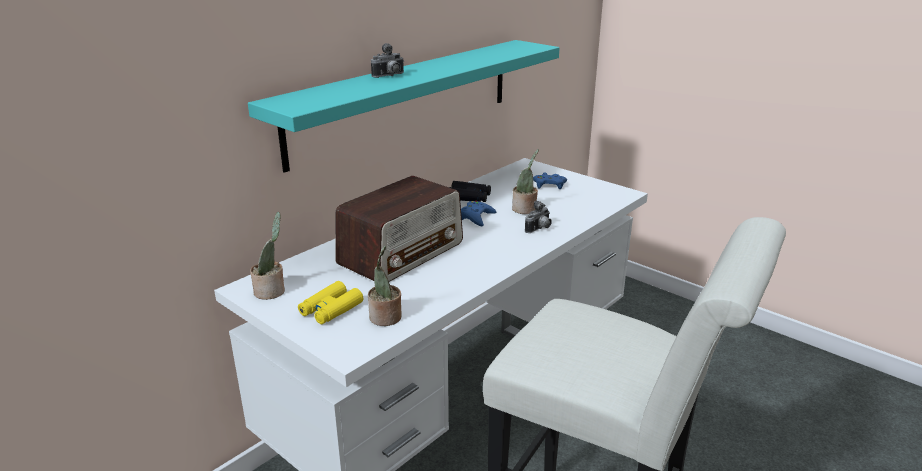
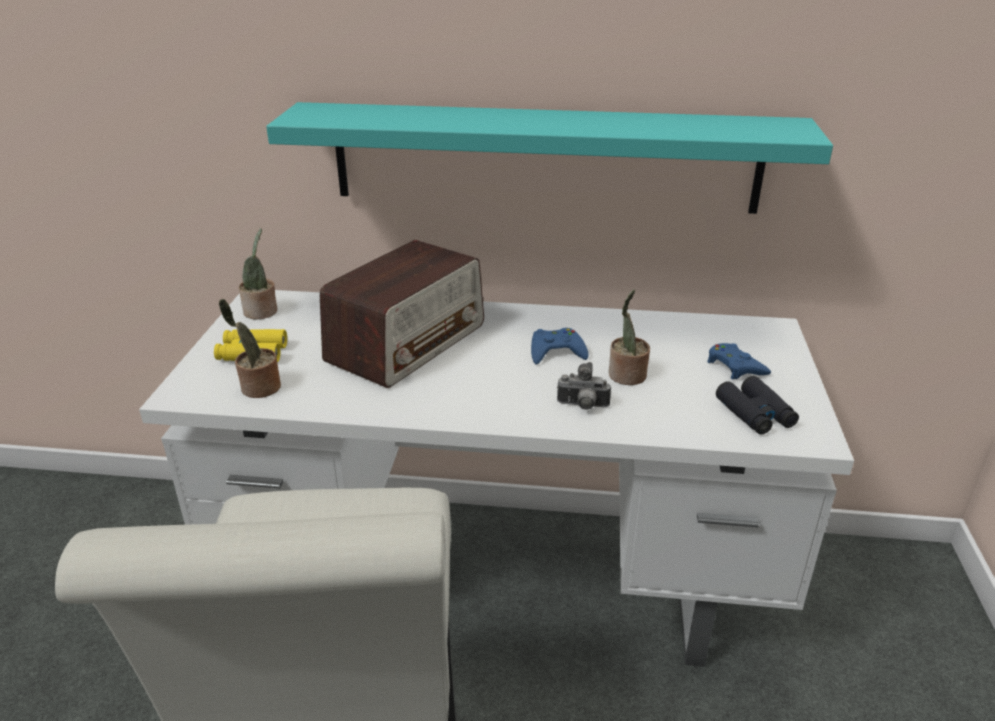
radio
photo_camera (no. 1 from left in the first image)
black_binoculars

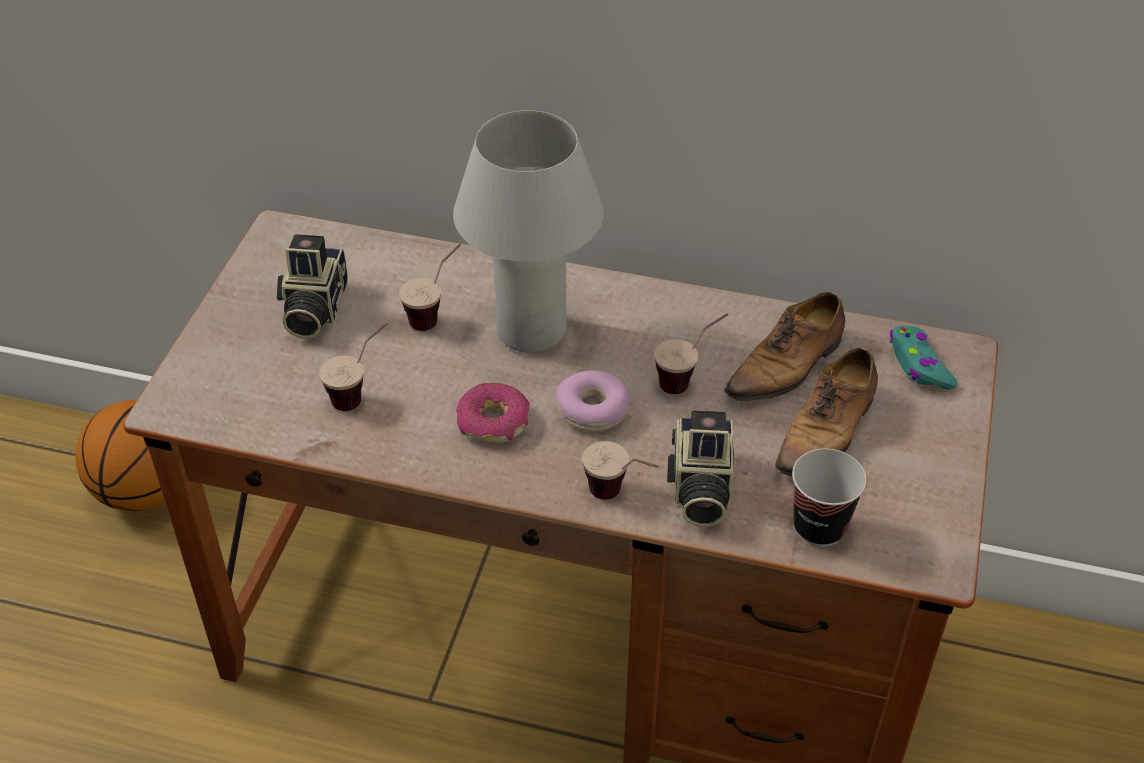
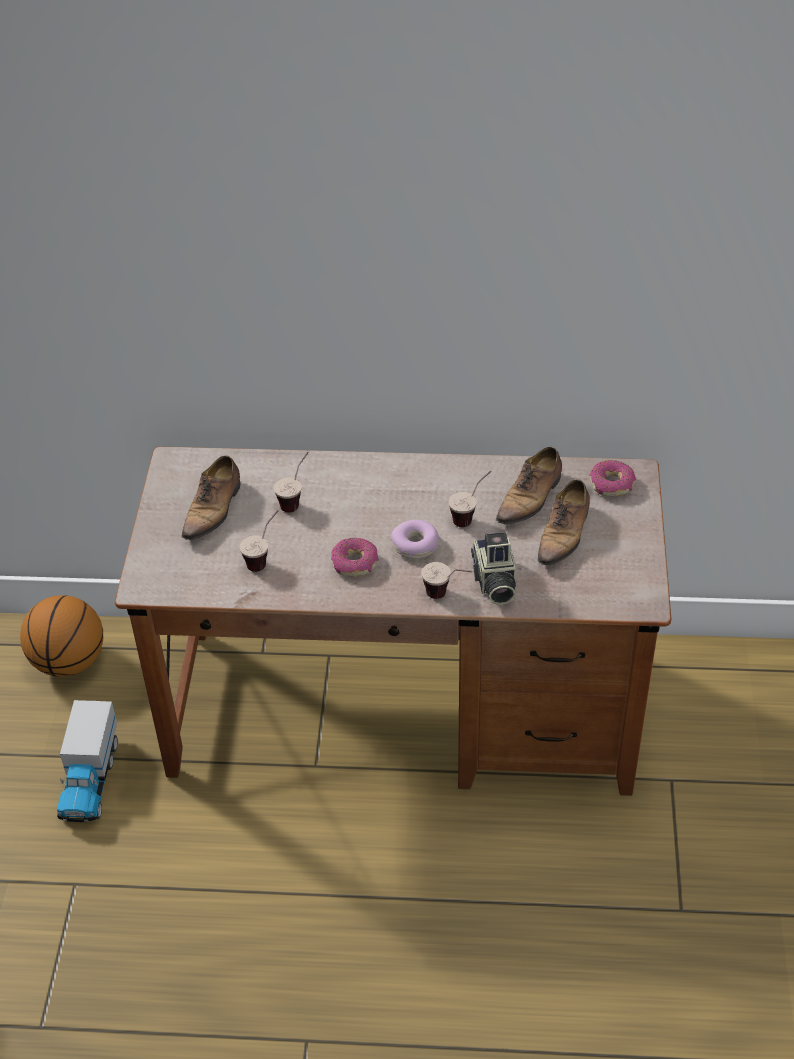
shoe (no. 1 from left)
white_table_lamp
cup (no. 5 from left in the first image)
donut (no. 3 from left)
toy_truck

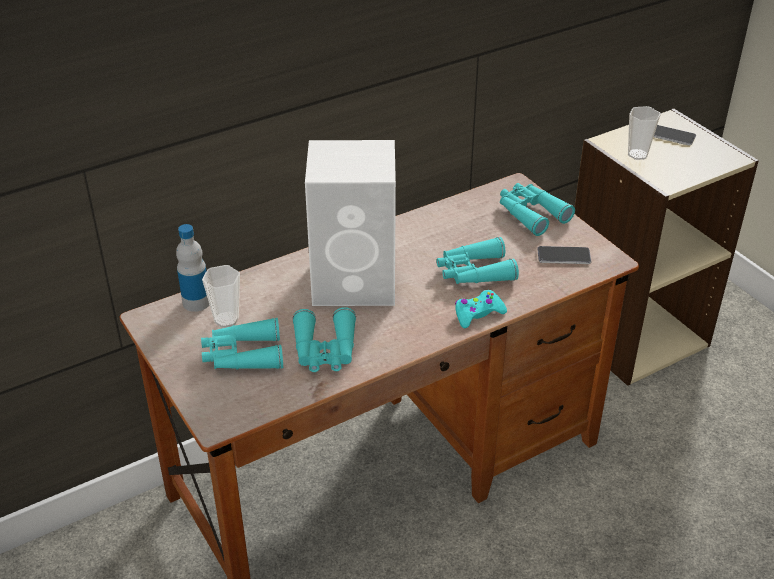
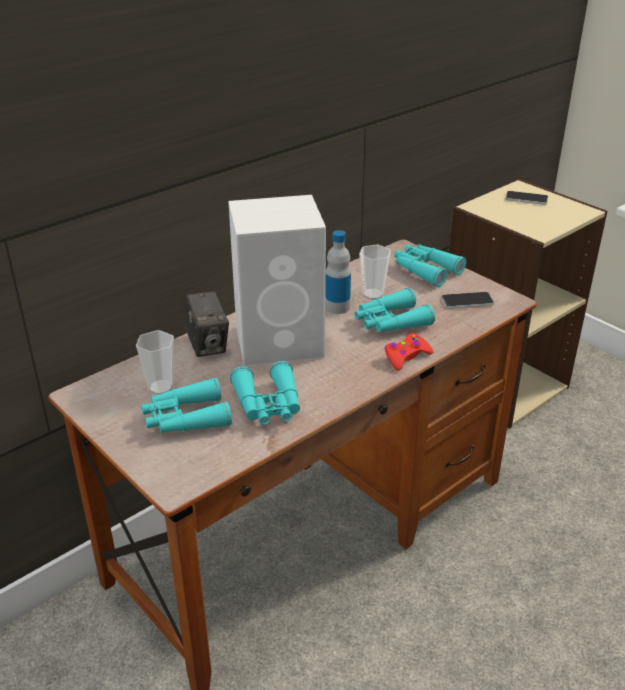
bottle
red_game_controller
cup (no. 2 from left)
photo_camera

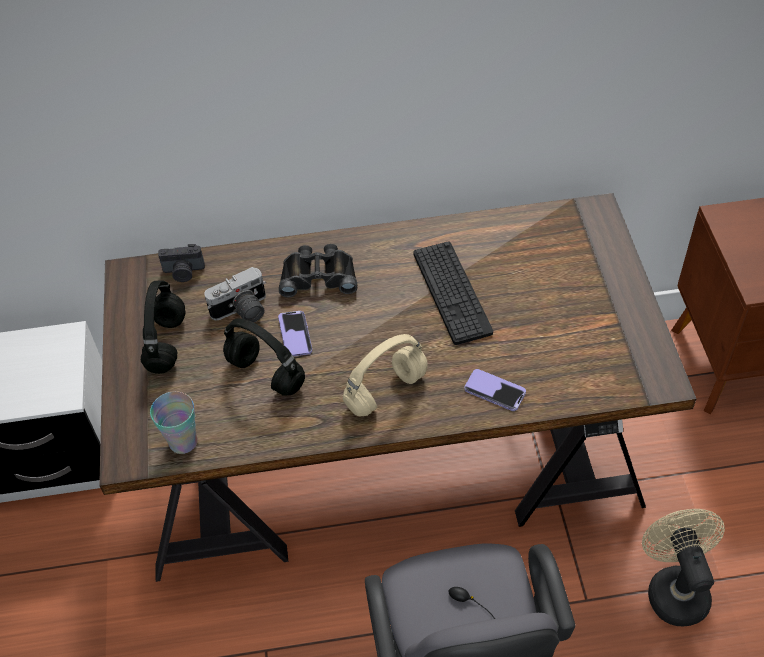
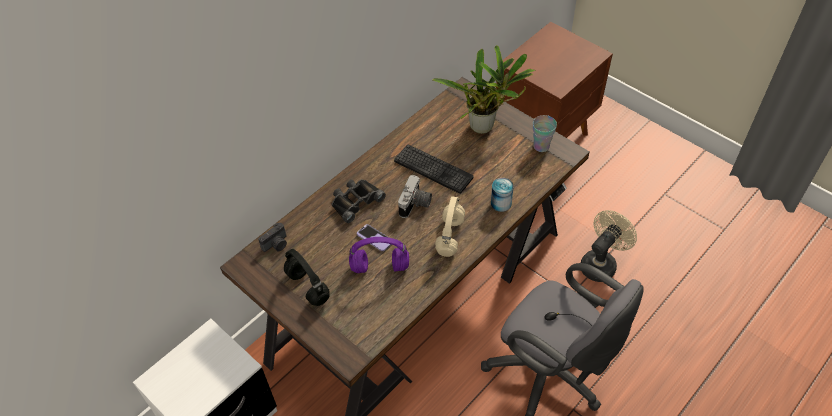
cup
photo_camera (no. 2 from left)
purple_headphones
can
beige_fan
potted_plant

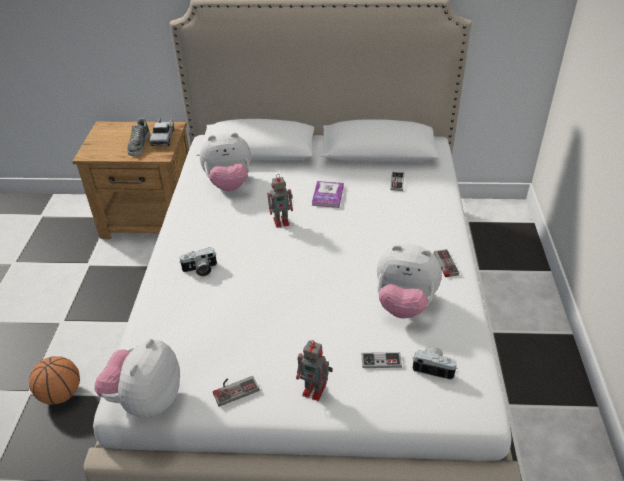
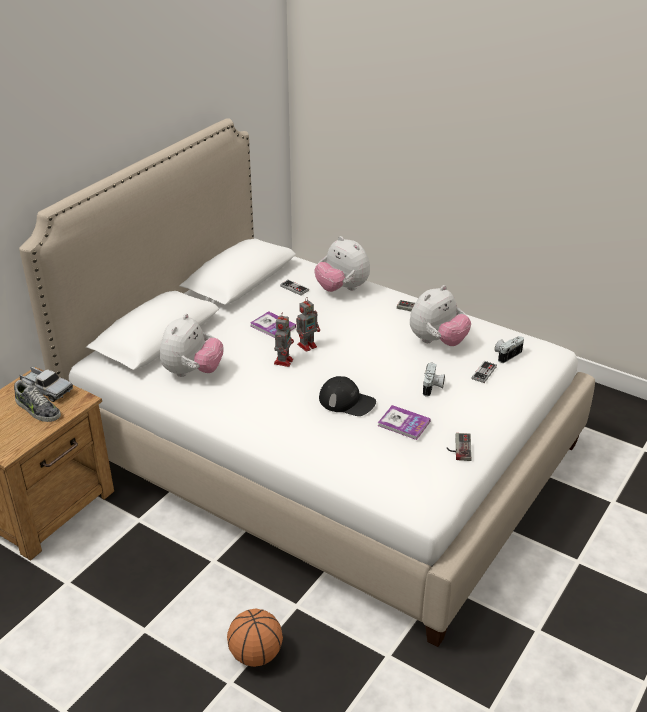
plush_toy (no. 2 from left)
photo_camera (no. 1 from left)
toy_robot (no. 2 from left)
black_cap
book (no. 2 from left)

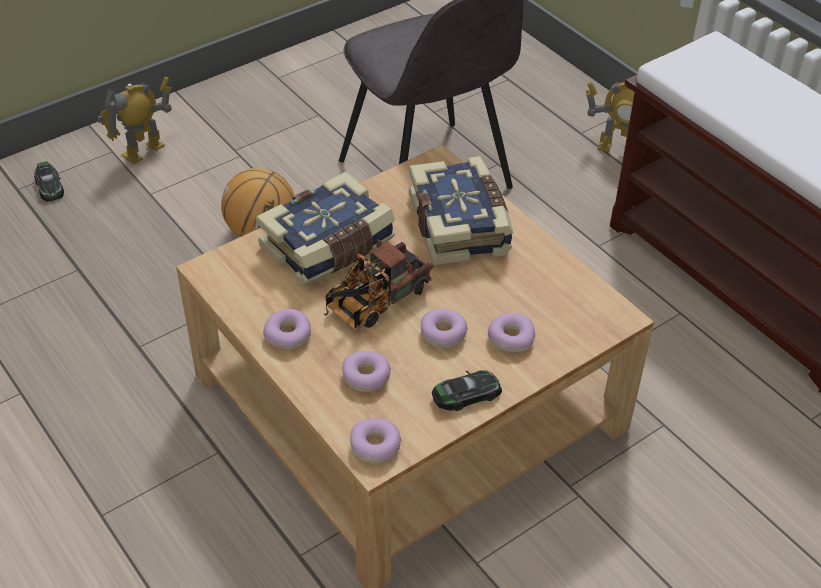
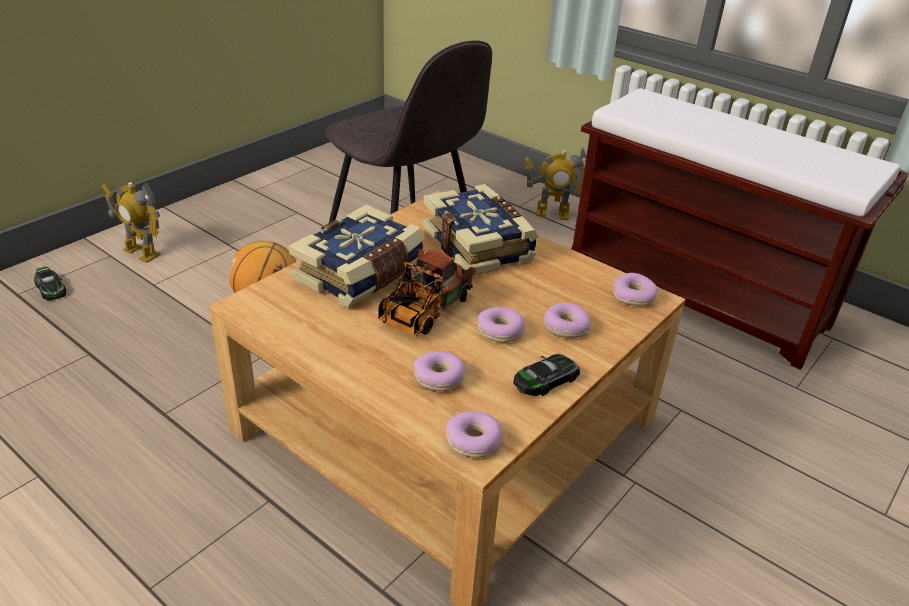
toy_robot (no. 1 from left)
donut (no. 5 from left)

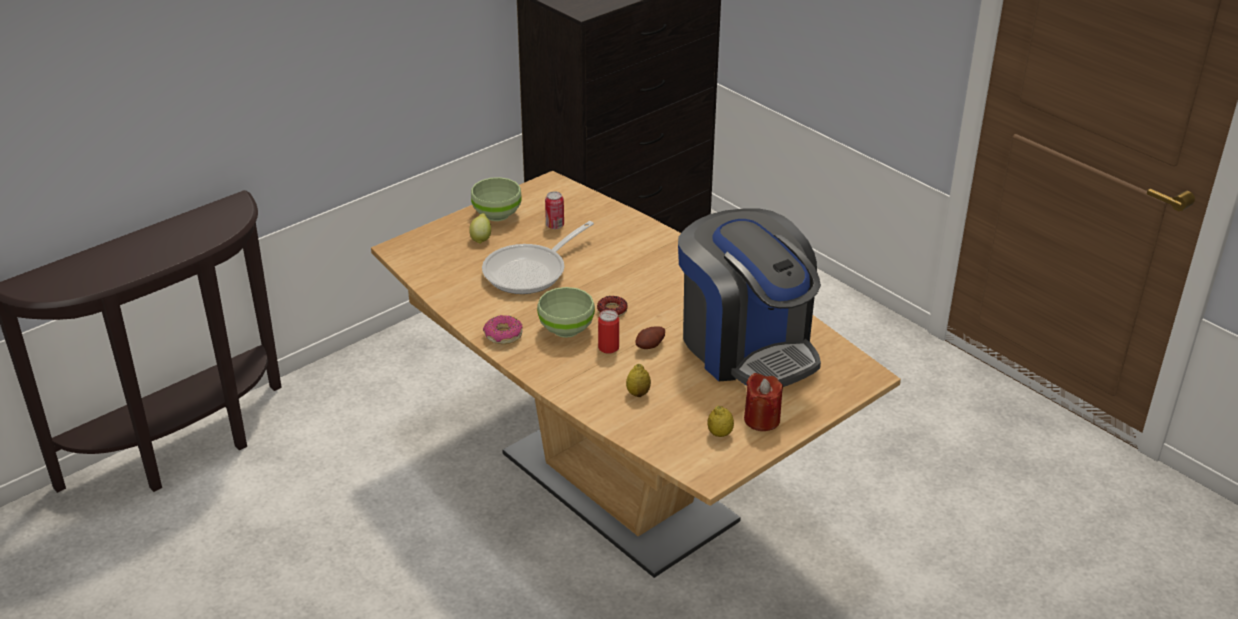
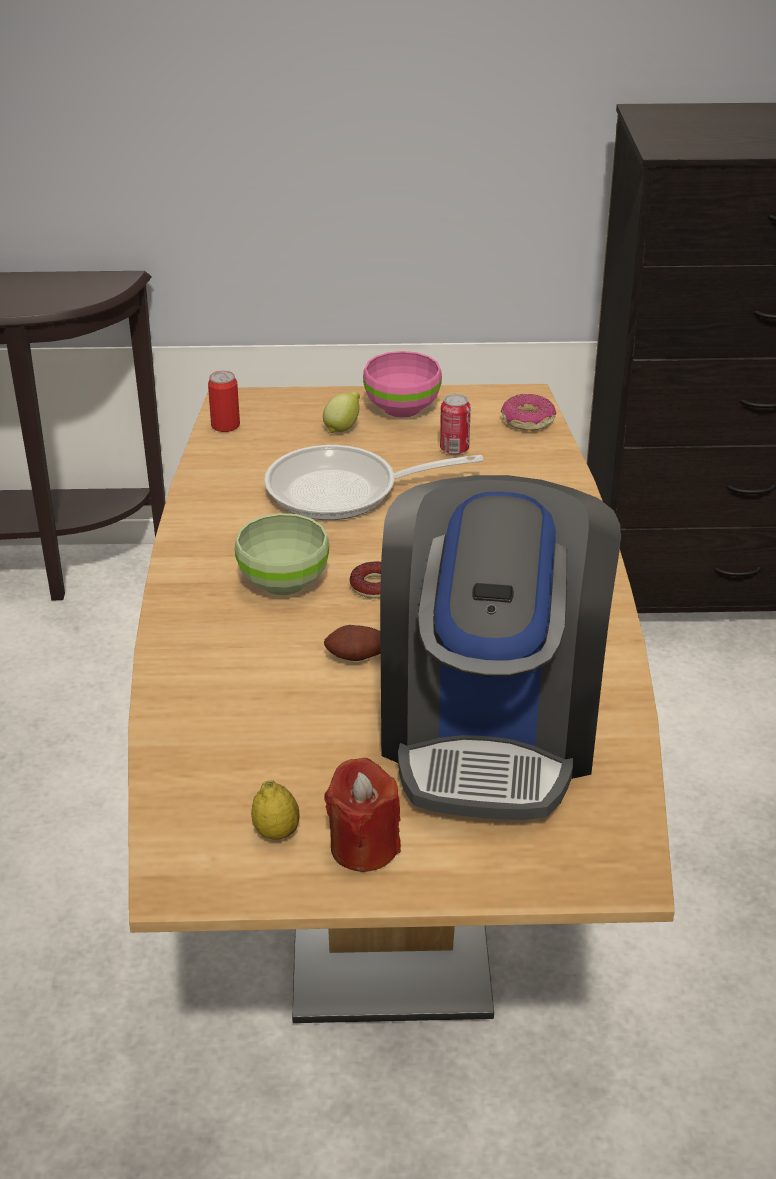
pink_bowl
donut (no. 2 from left)
can (no. 1 from left)
lemon (no. 2 from left in the first image)

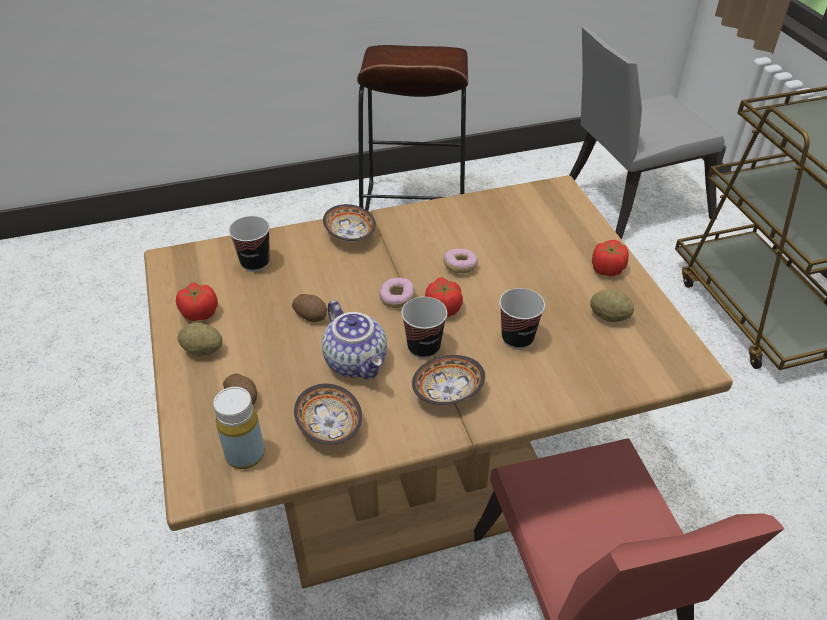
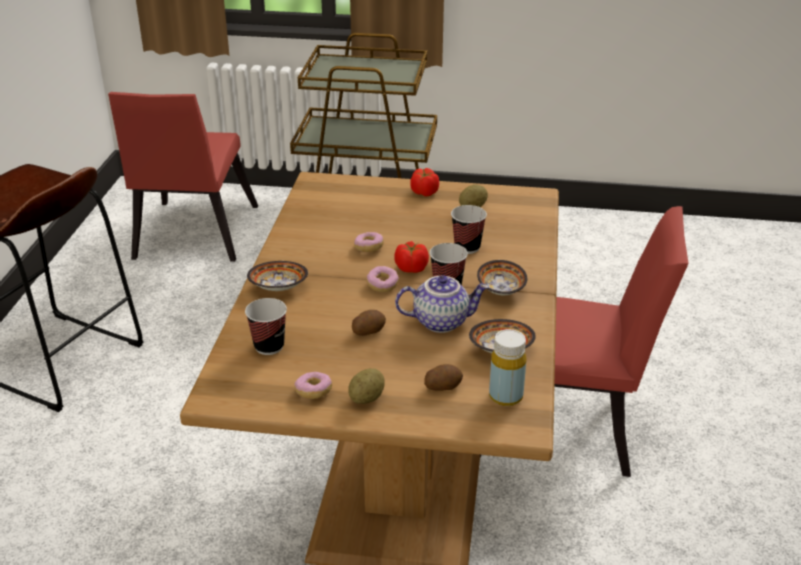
donut (no. 1 from left)
red_chair (no. 1 from left)

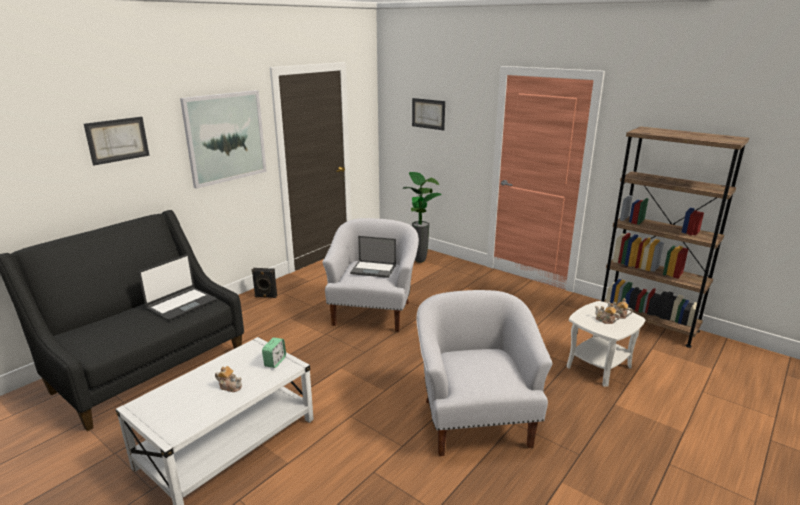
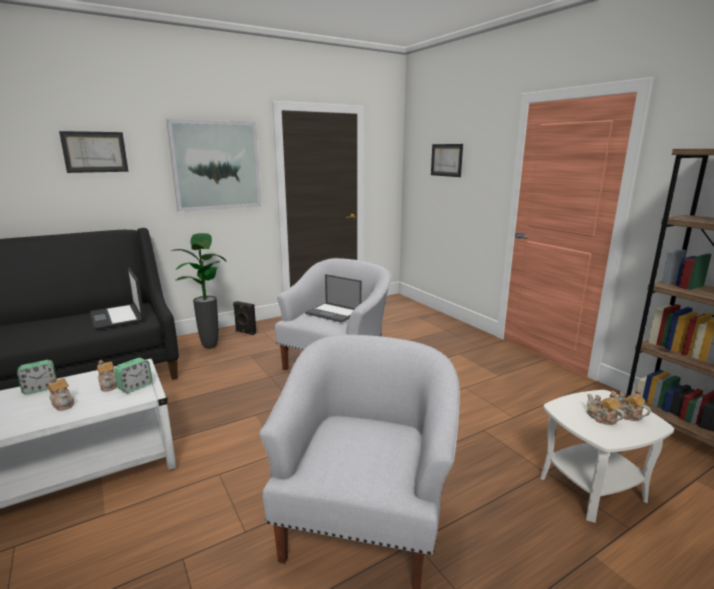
laptop (no. 1 from left)
potted_plant
alarm_clock (no. 1 from left)
teapot (no. 2 from left)

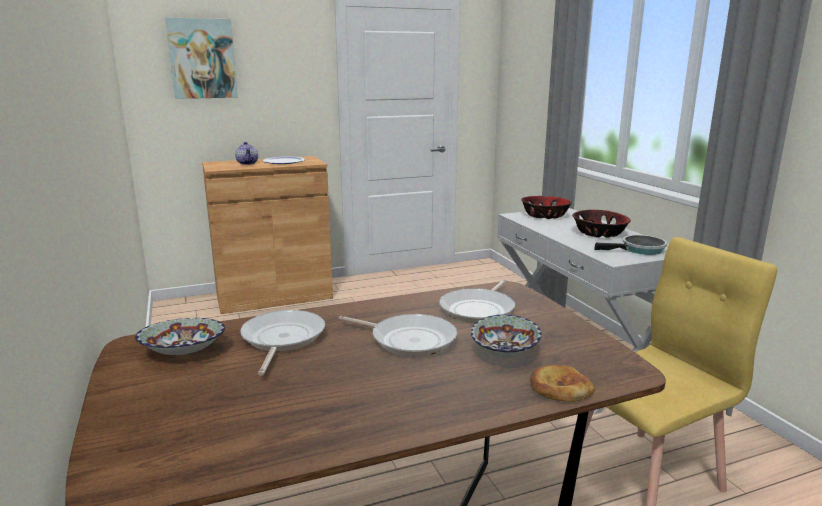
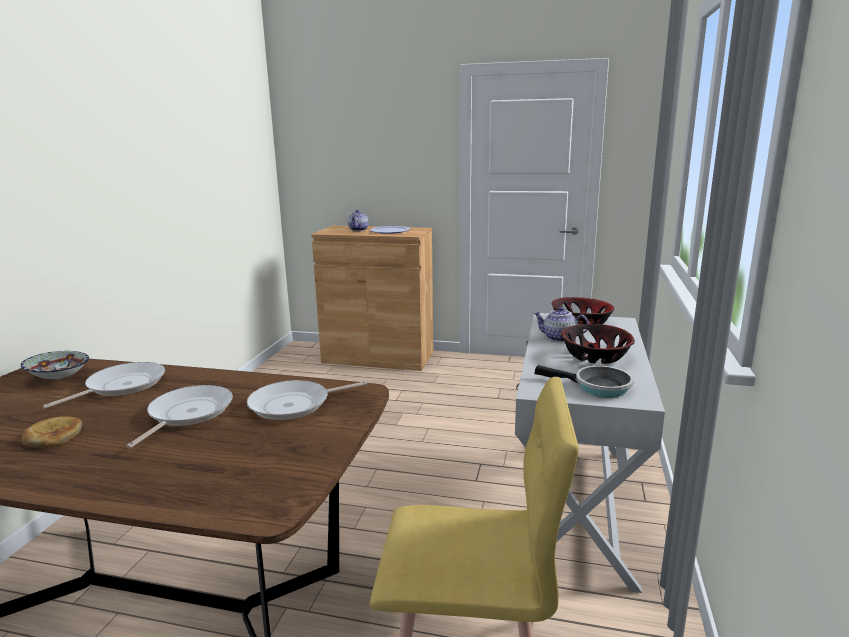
picture
frying_pan (no. 2 from left)
bowl (no. 2 from left in the first image)
bread
teapot (no. 2 from left)

